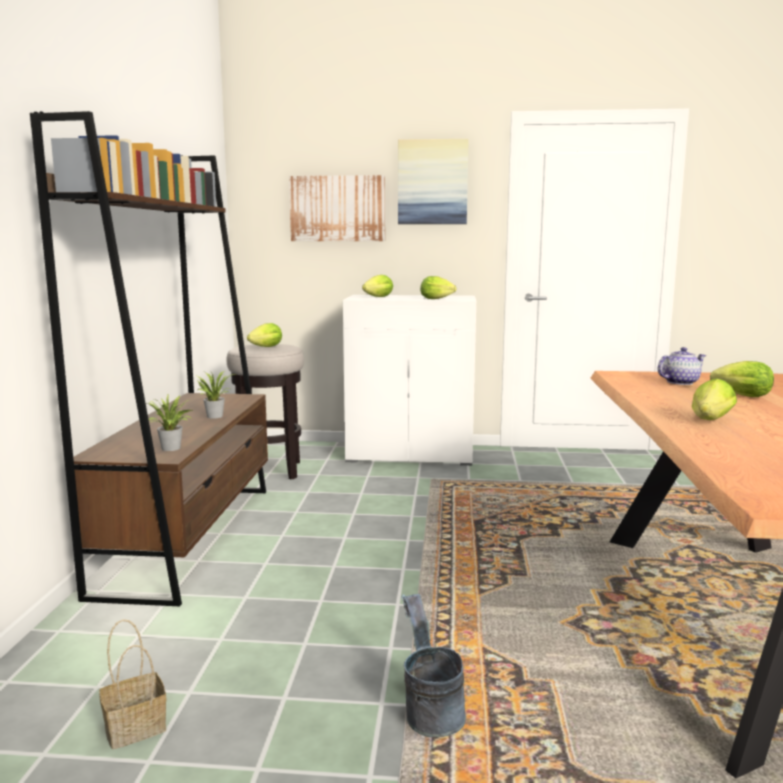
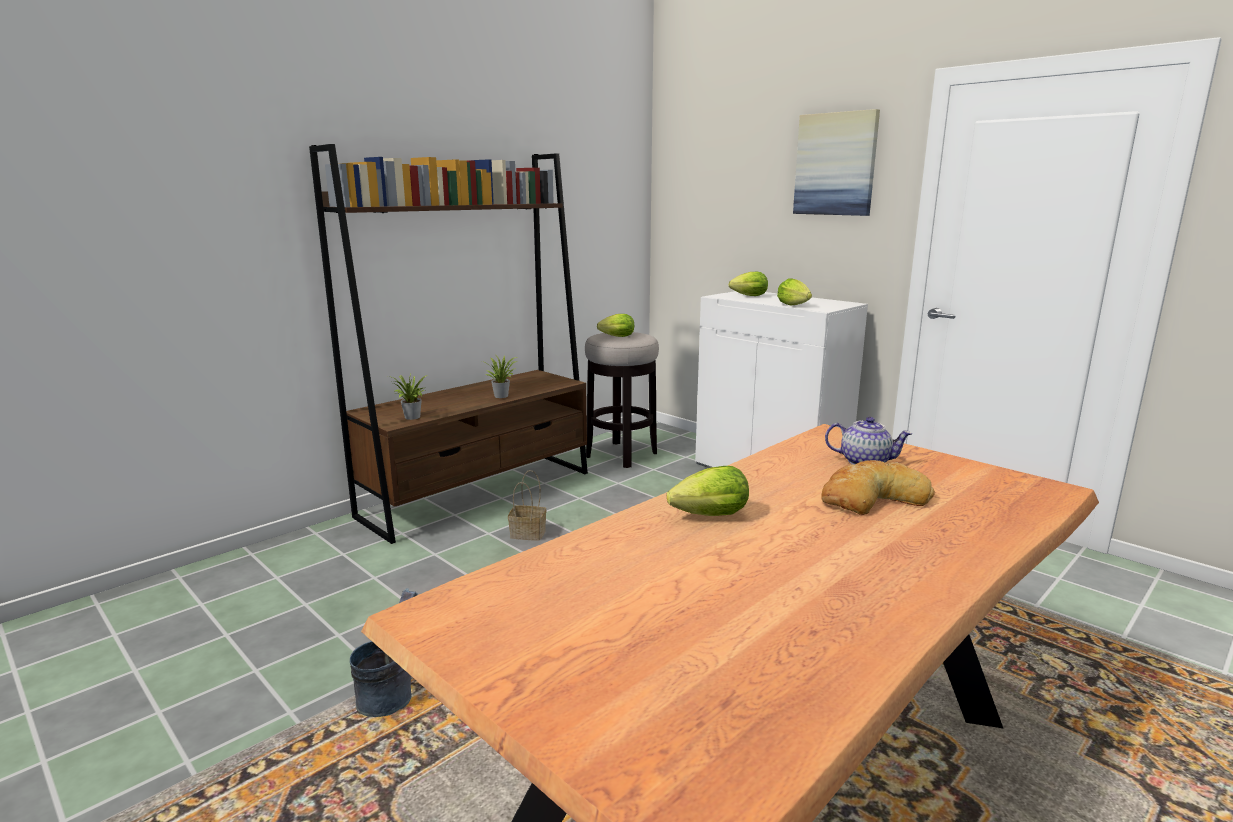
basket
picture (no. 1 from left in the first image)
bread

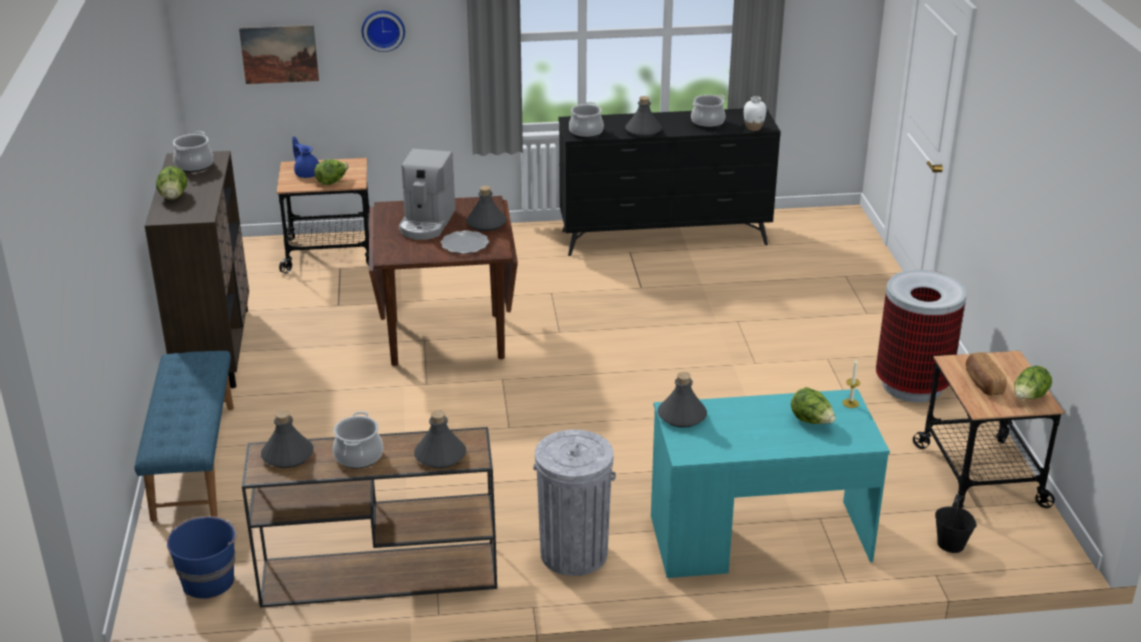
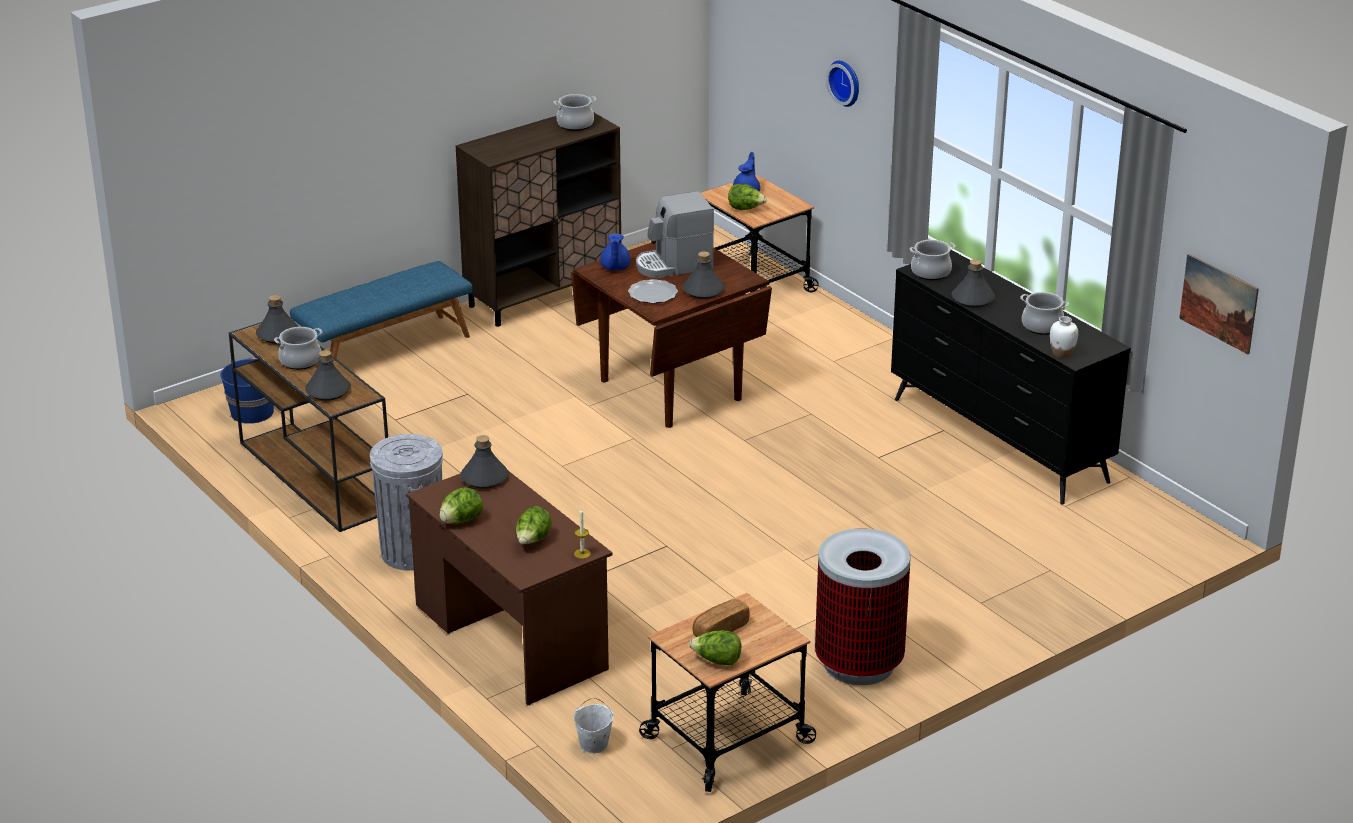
lettuce (no. 1 from left)
picture
brown_desk
white_bucket
blue_teapot (no. 1 from left)

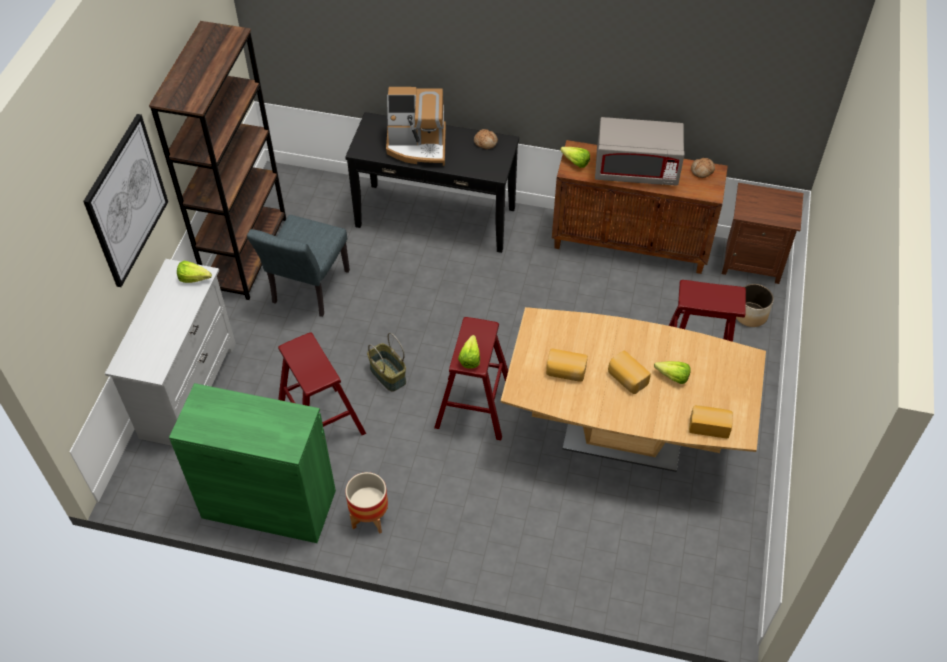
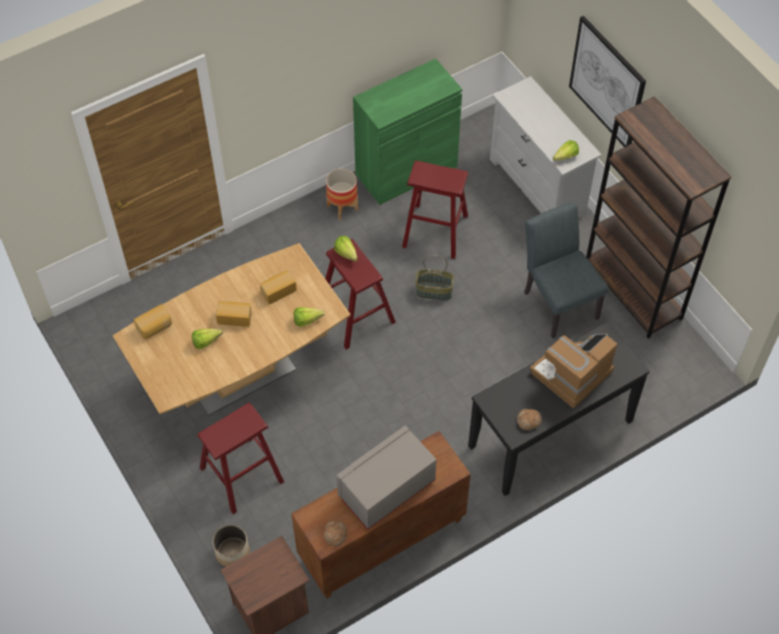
lettuce (no. 2 from left)

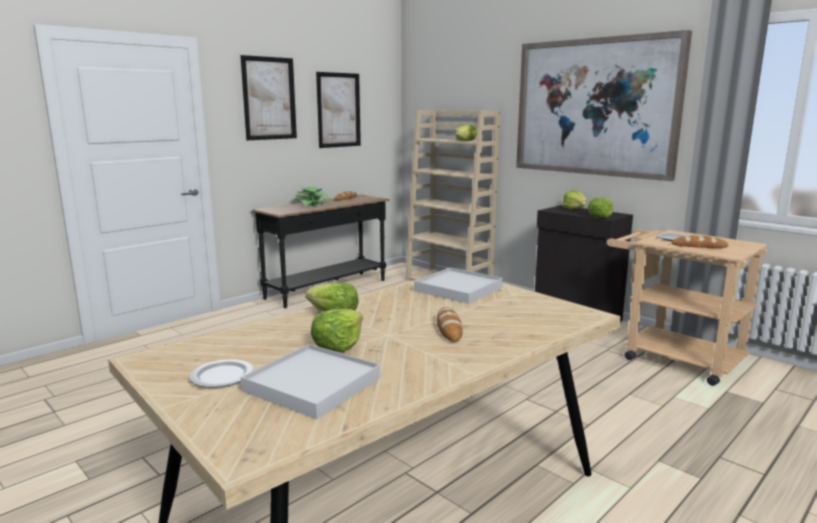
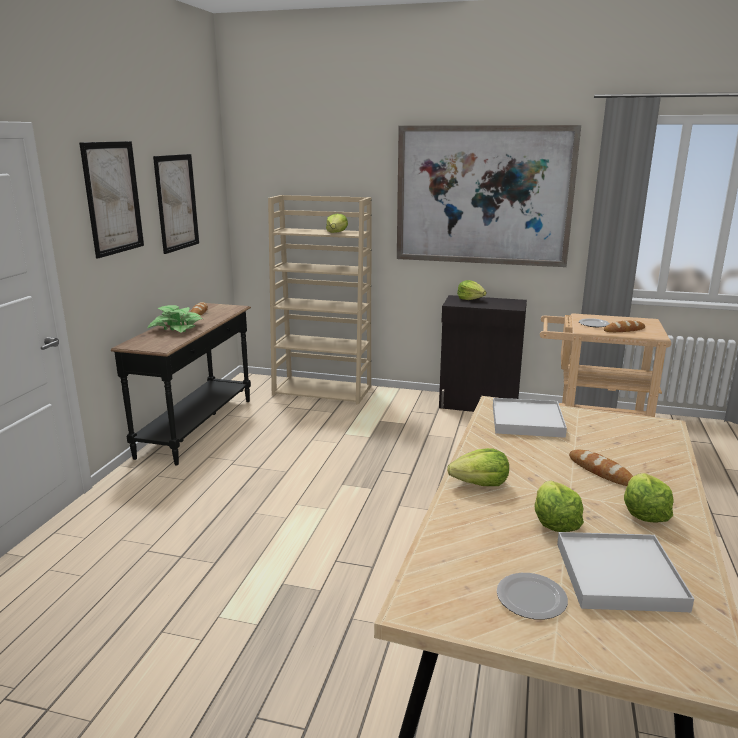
lettuce (no. 5 from left)

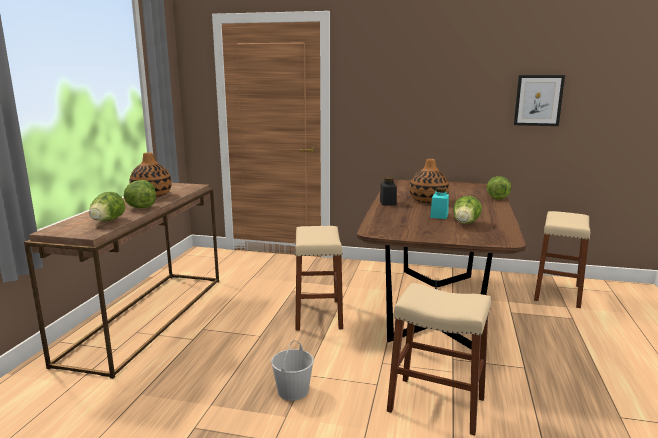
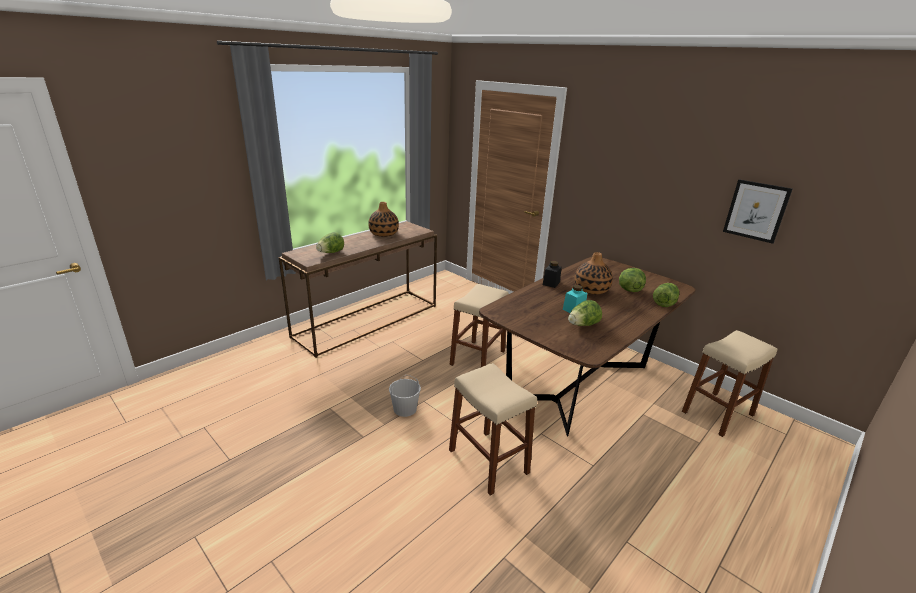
lettuce (no. 3 from left)

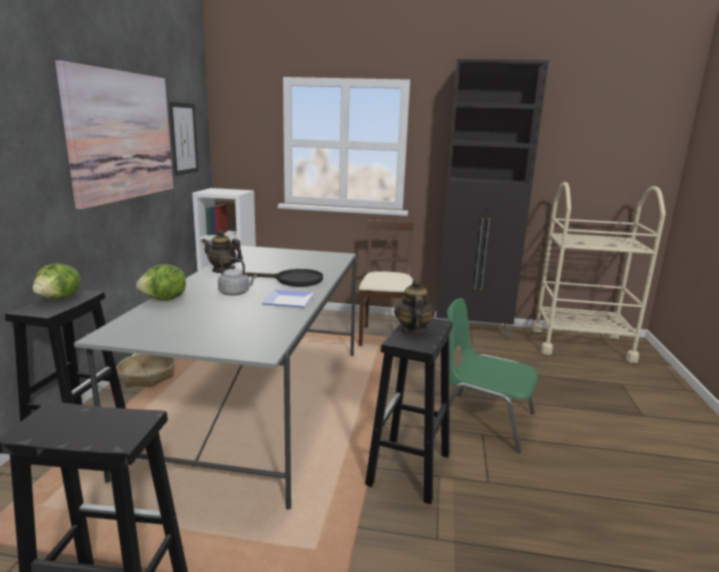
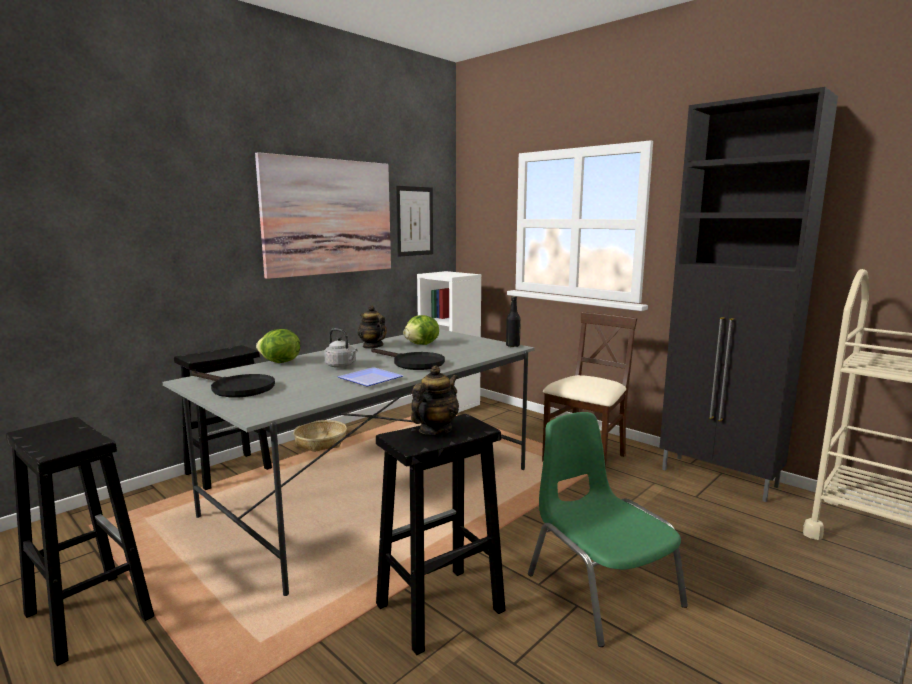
lettuce (no. 2 from left)
black_frying_pan (no. 1 from left)
black_bottle

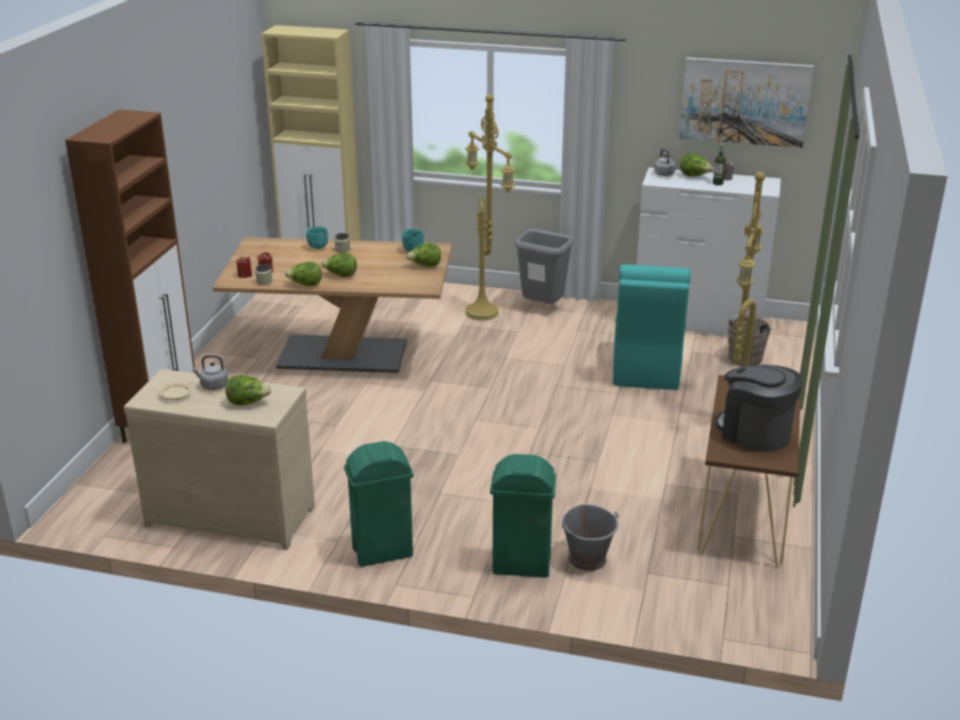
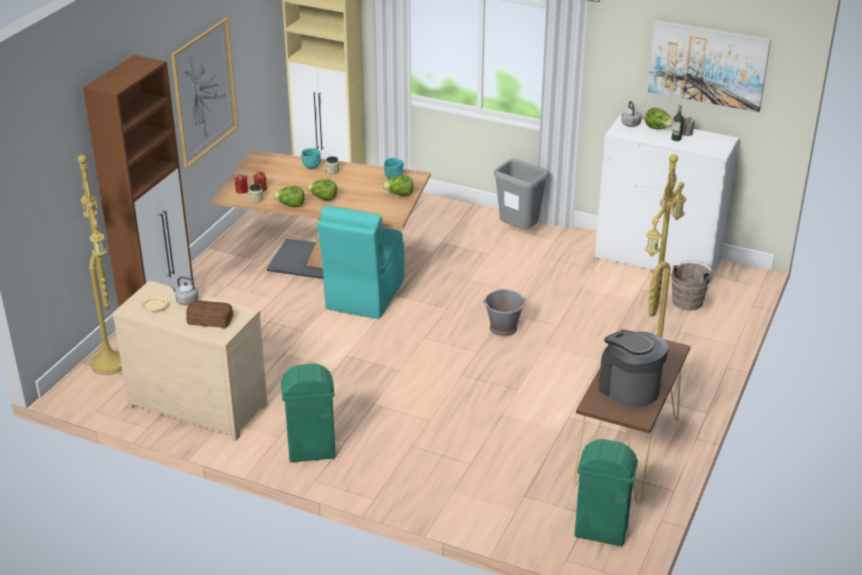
bread
yellow_floor_lamp (no. 1 from left)
green_trash_can (no. 2 from left)
grey_bucket
turquoise_chair
picture (no. 1 from left)

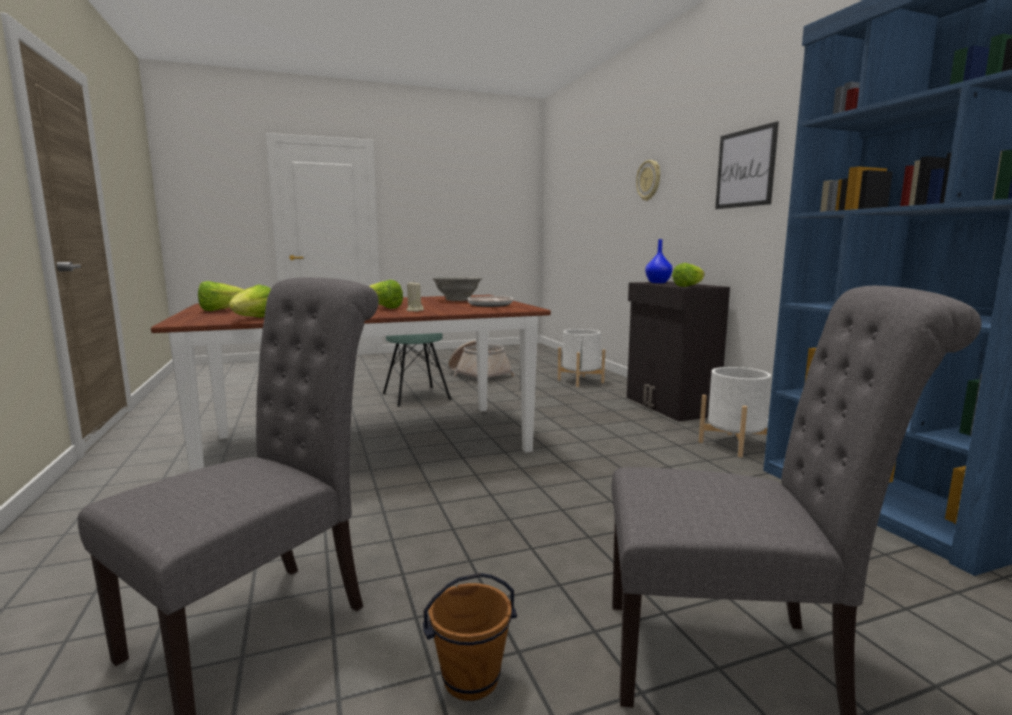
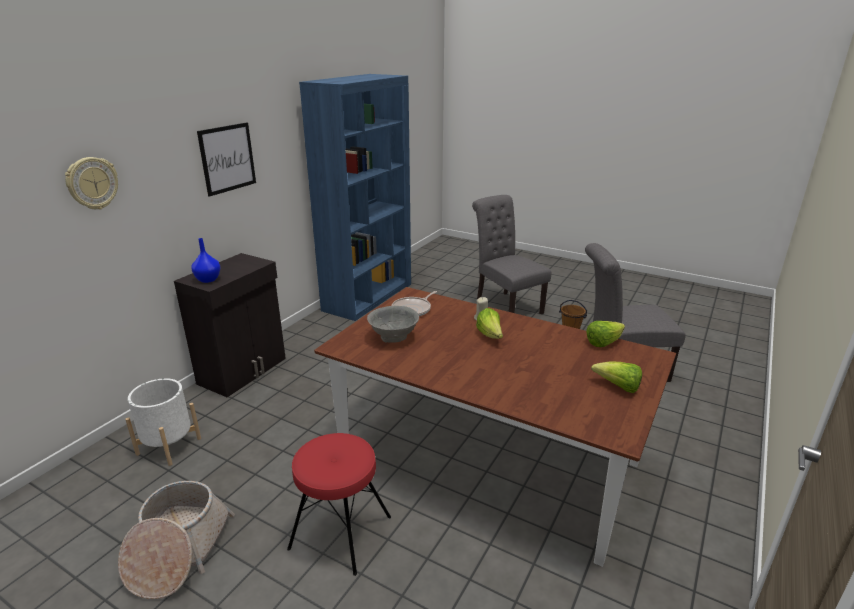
red_stool
lettuce (no. 4 from left in the first image)
white_planter (no. 2 from left in the first image)

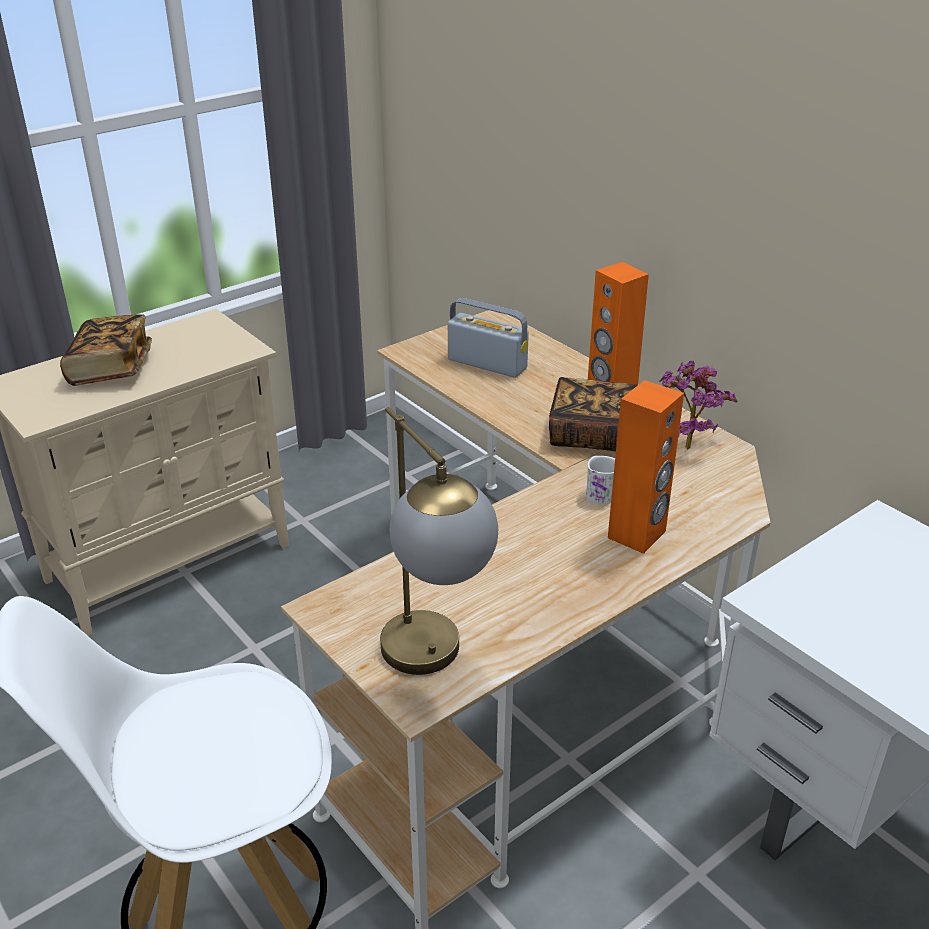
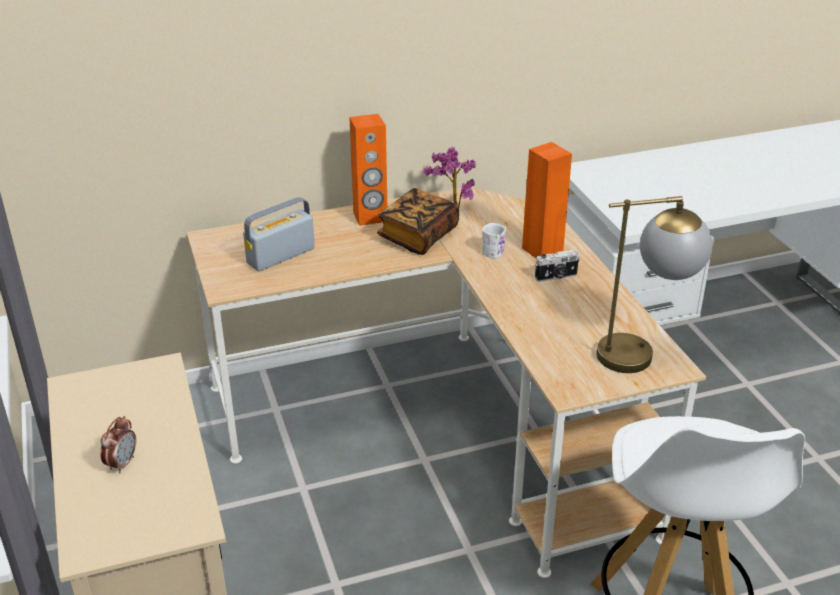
alarm_clock
photo_camera

